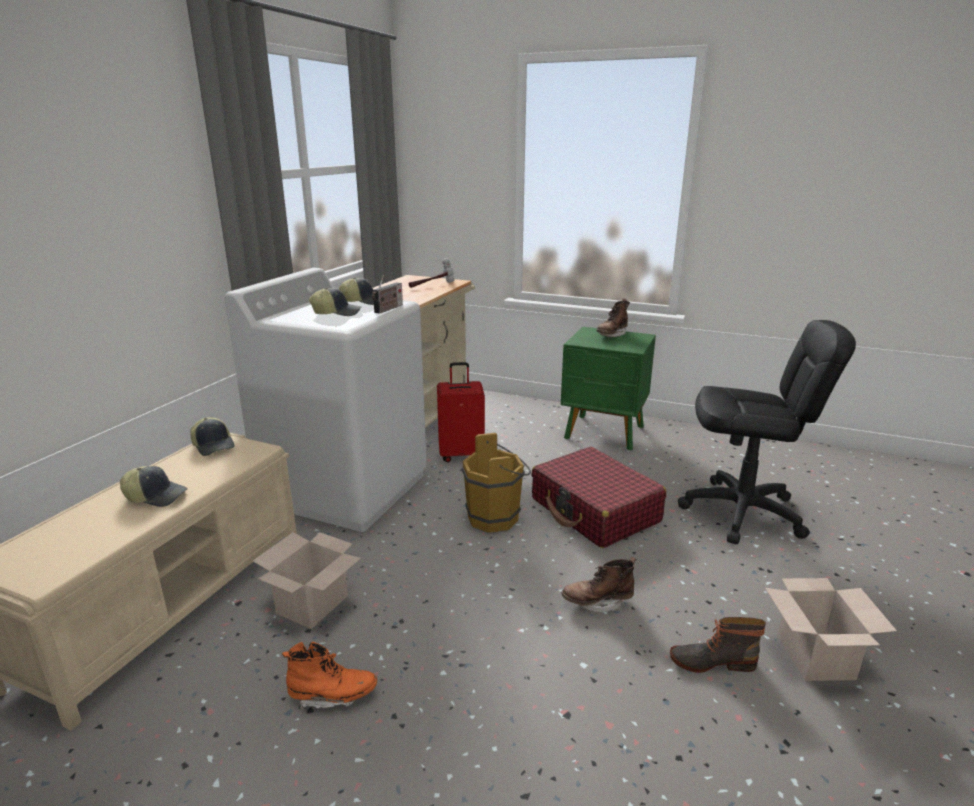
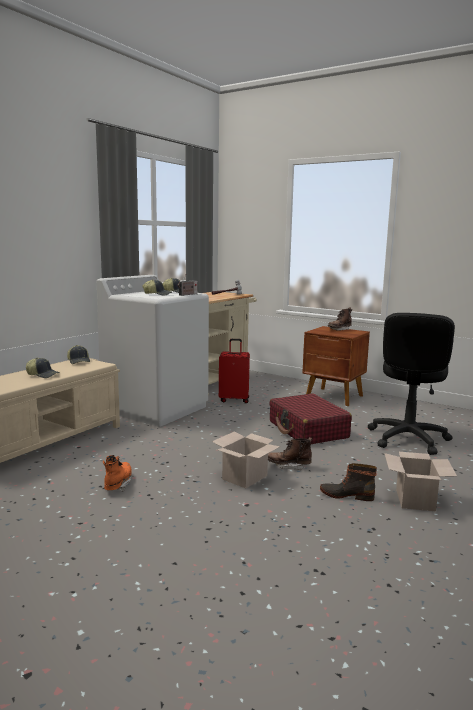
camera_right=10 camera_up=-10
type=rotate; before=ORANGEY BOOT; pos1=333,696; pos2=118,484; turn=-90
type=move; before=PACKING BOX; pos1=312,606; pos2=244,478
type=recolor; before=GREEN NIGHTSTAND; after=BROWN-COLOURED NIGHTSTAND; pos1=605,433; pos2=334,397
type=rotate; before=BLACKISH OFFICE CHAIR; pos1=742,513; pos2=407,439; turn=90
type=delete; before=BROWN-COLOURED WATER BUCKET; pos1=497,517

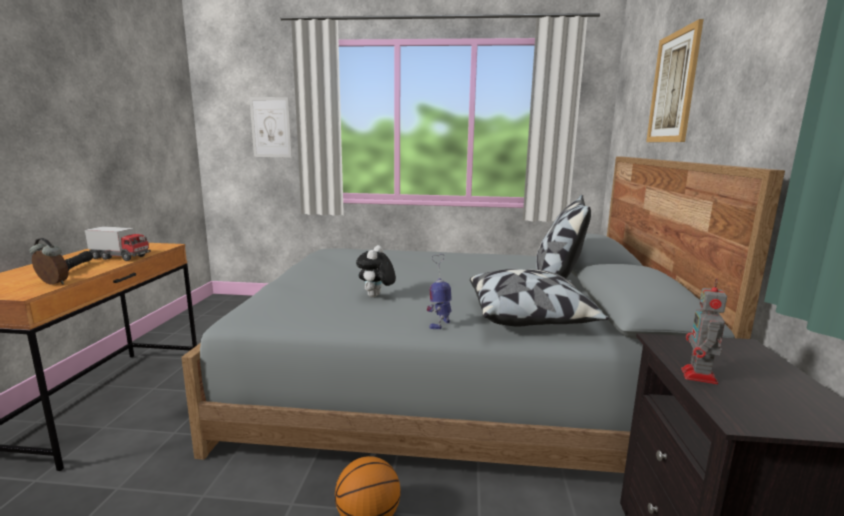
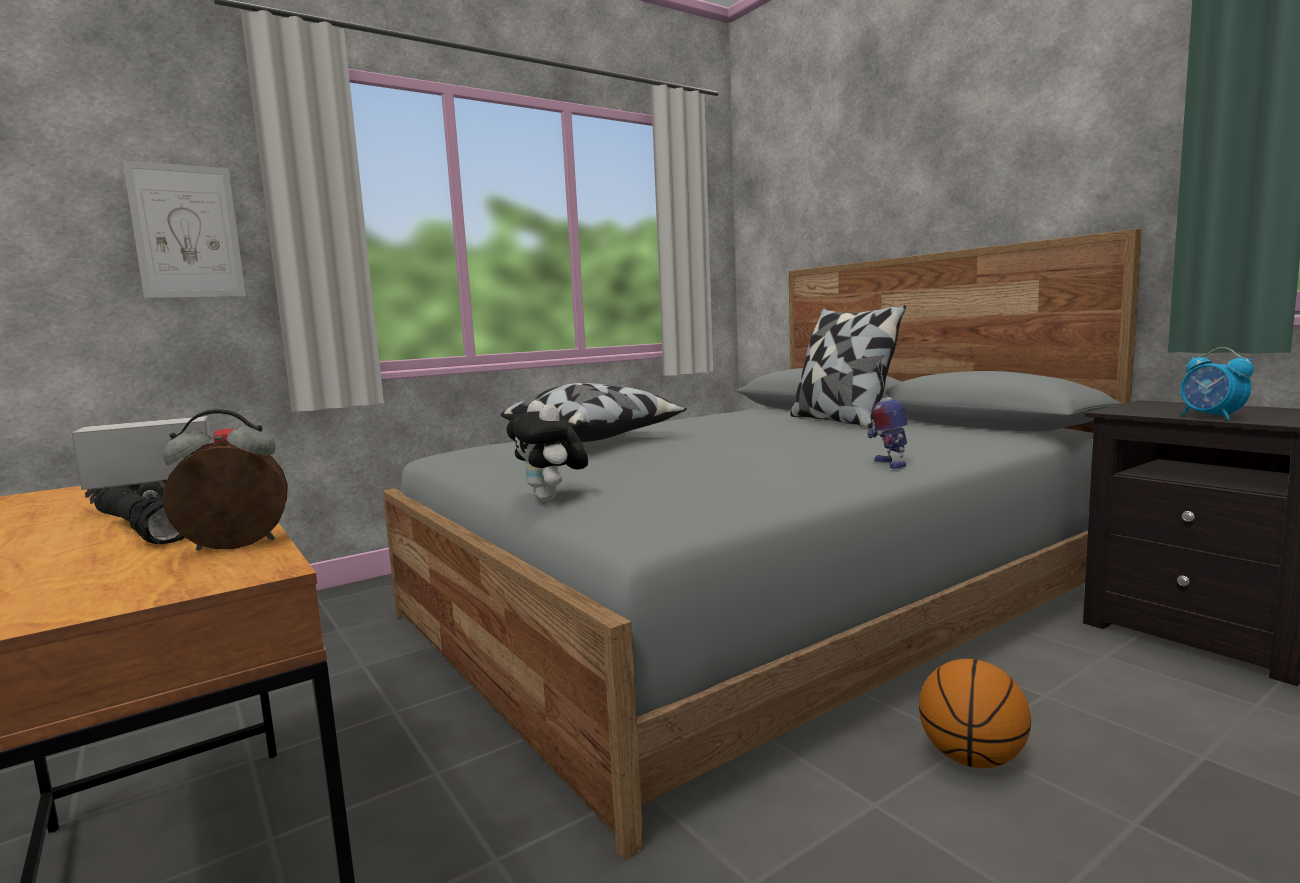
camera_right=-40 camera_up=-5
type=move; before=CUSHION; pos1=530,317; pos2=594,437
type=move; before=CUDDLY TOY; pos1=376,296; pos2=551,499
type=replace; before=MODEL ROBOT; after=BEDSIDE CLOCK; pos1=699,377; pos2=1211,417
type=delete; before=WALL ART; pos1=673,87

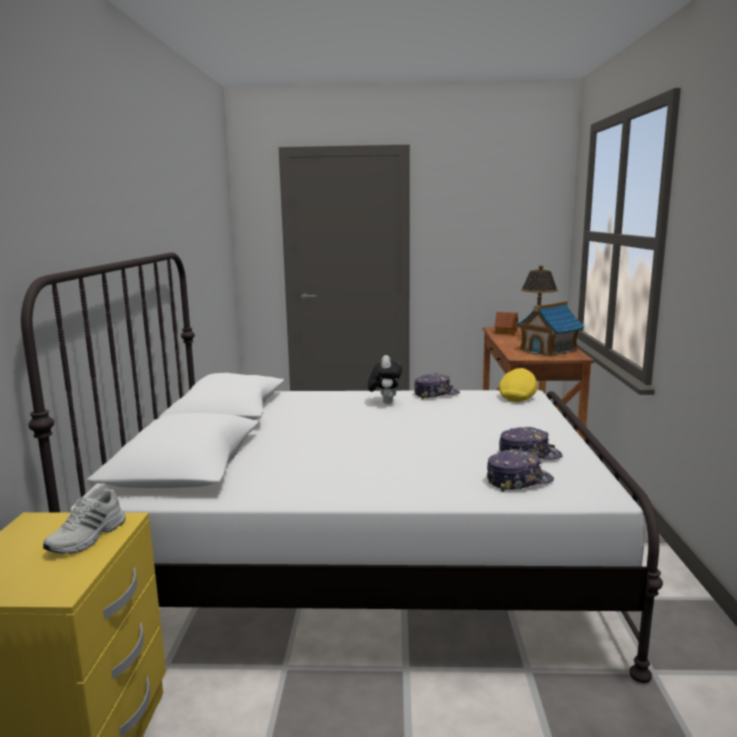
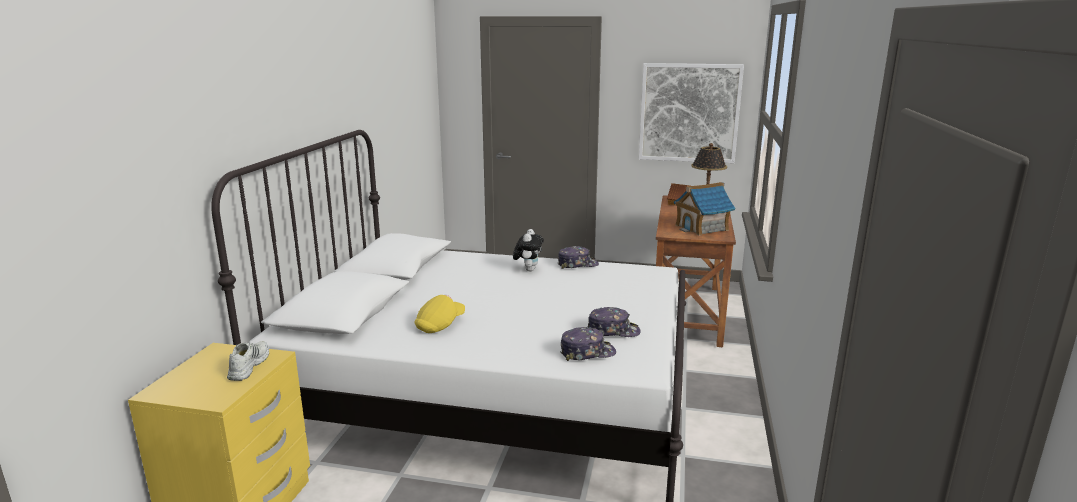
camera_right=10 camera_up=5
type=rotate; before=WHITISH ITEM OF FOOTWEAR; pos1=88,537; pos2=248,366; turn=150
type=move; before=YELLOWISH CAP; pos1=518,396; pos2=440,325
type=insert; after=WALL ART; pos2=689,113

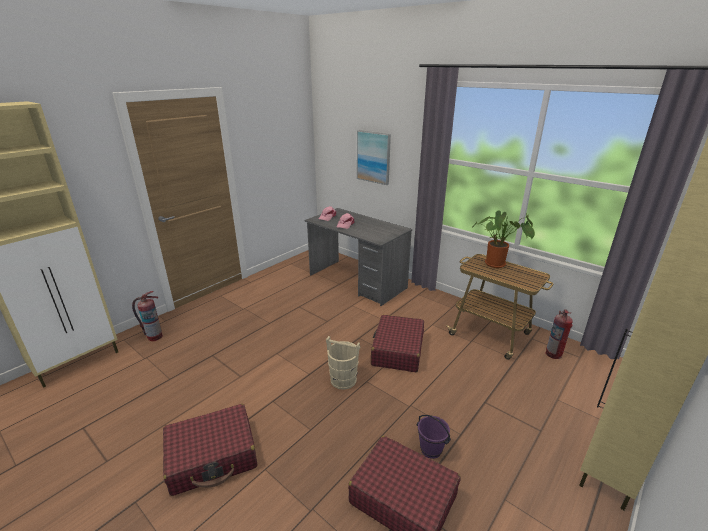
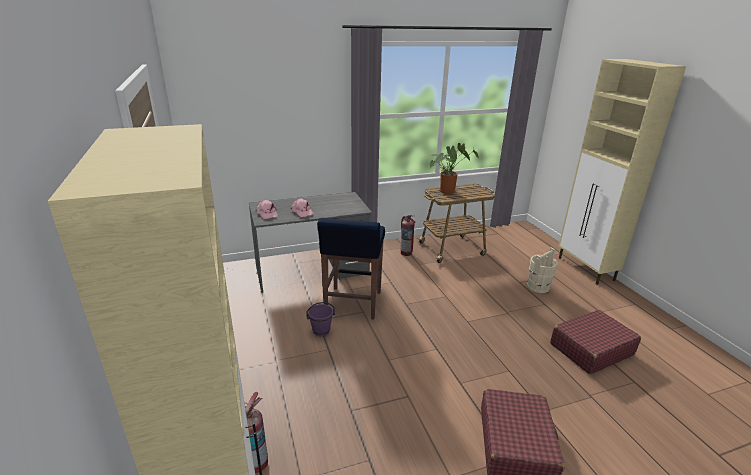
camera_right=-60 camera_up=0
type=move; before=PURPLISH WATER BUCKET; pos1=430,450; pos2=321,331
type=insert; after=BLUISH STOOL; pos2=352,303
type=move; before=FIRE-FIGHTING CYLINDER; pos1=554,354; pos2=406,253
type=move; before=BEIGE WATER BUCKET; pos1=343,380; pos2=538,287
type=delete; before=WALL ART; pos1=373,157
type=delete; before=REDDISH PIECE OF LUGGAGE; pos1=397,350

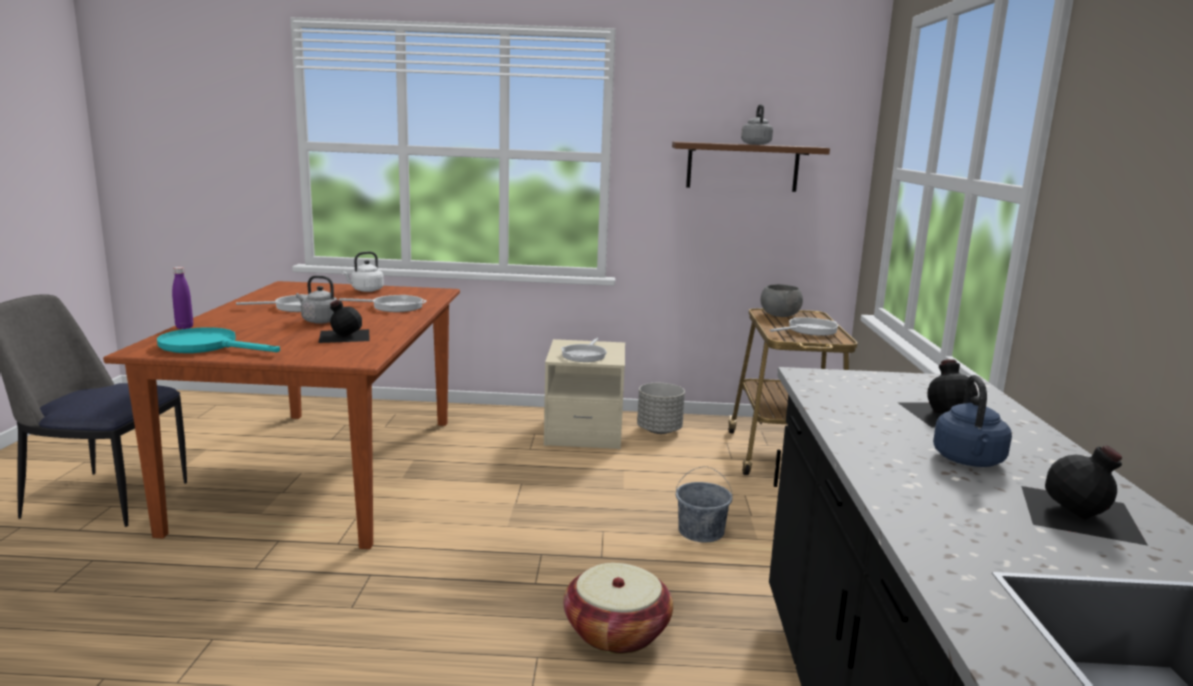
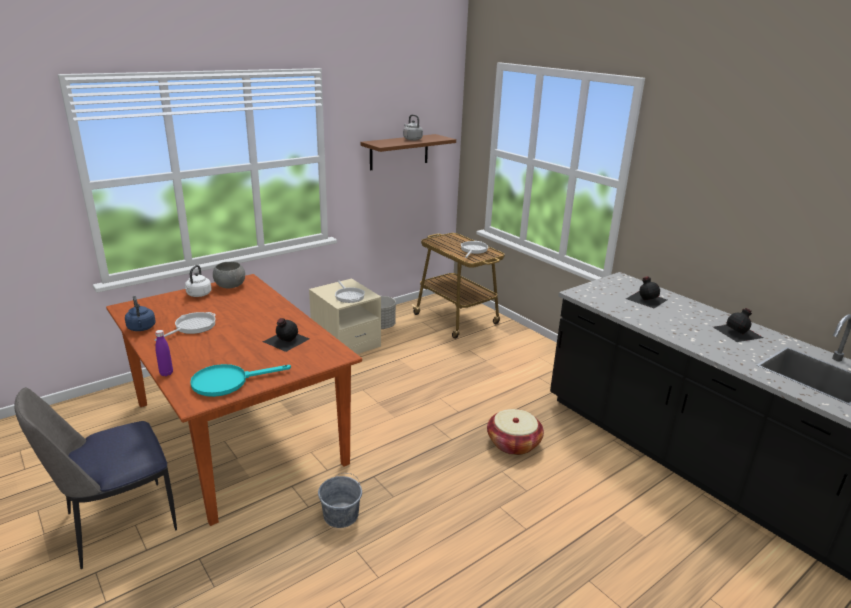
camera_right=-40 camera_up=10
type=move; before=BLUISH KETTLE; pos1=969,461; pos2=141,328
type=move; before=GREYISH BOWL; pos1=780,315; pos2=230,285
type=move; before=GREYISH WATER BUCKET; pos1=701,532; pos2=341,515
type=delete; before=GREYISH KETTLE; pos1=319,321
type=delete; before=PAN; pos1=393,307

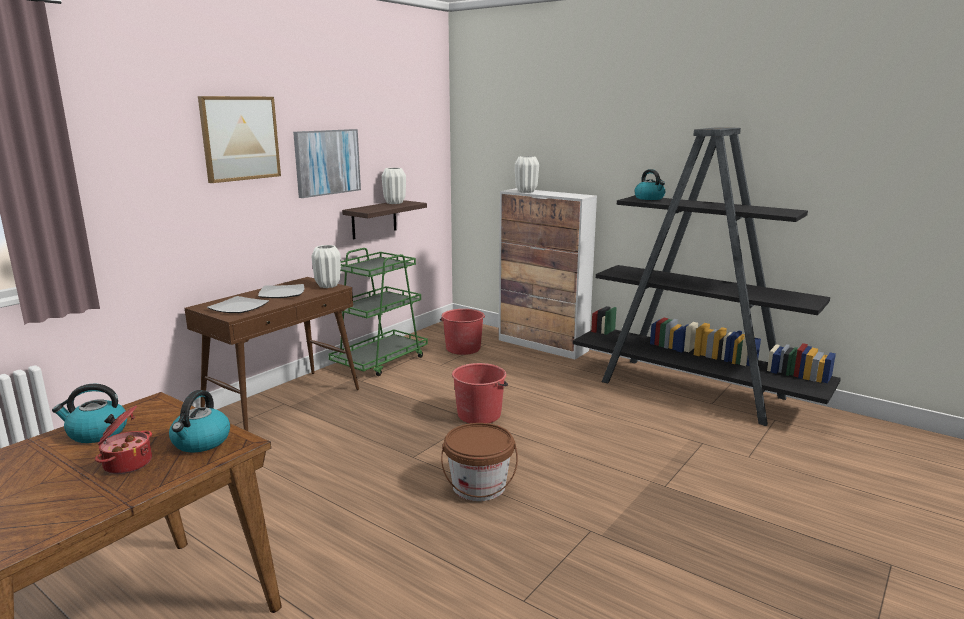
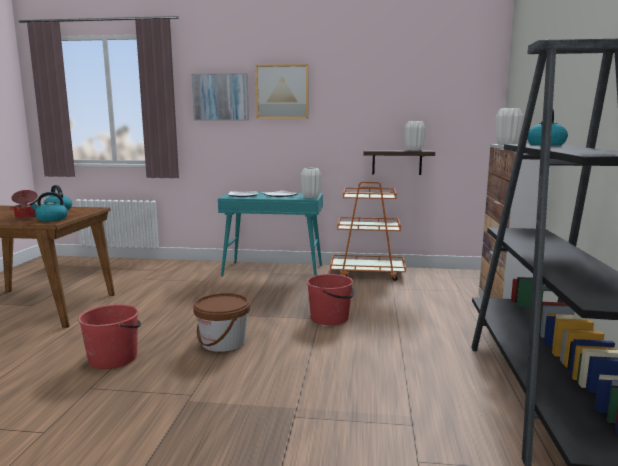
camera_right=60 camera_up=-5
type=move; before=REDDISH WATER BUCKET; pos1=463,348; pos2=114,358
type=move; before=WALL ART; pos1=327,162; pos2=220,97
type=recolor; before=BROWN-COLOURED NARROW TABLE; after=TURQUOISE-COLOURED NARROW TABLE; pos1=283,402; pos2=273,270
type=recolor; before=GREEN CART; after=ORANGEY CART; pos1=380,361; pos2=367,273

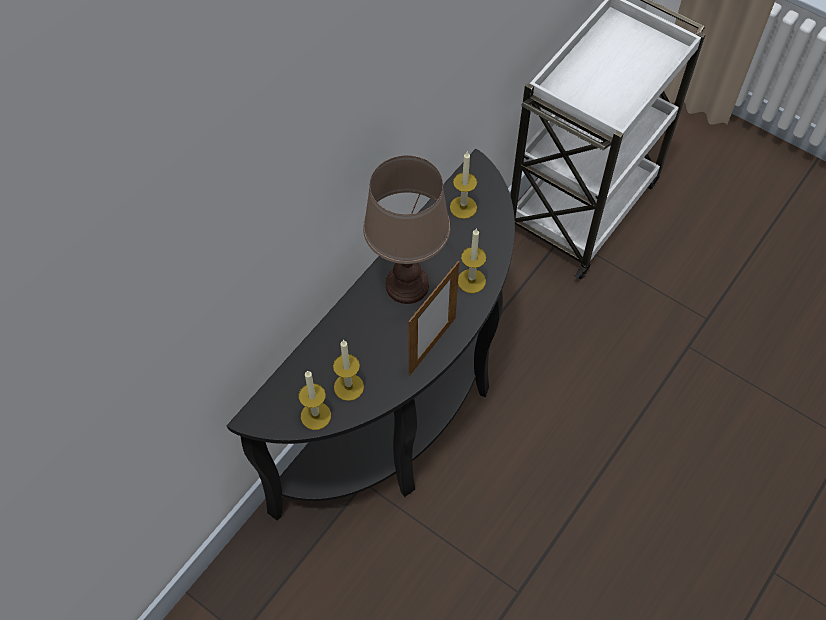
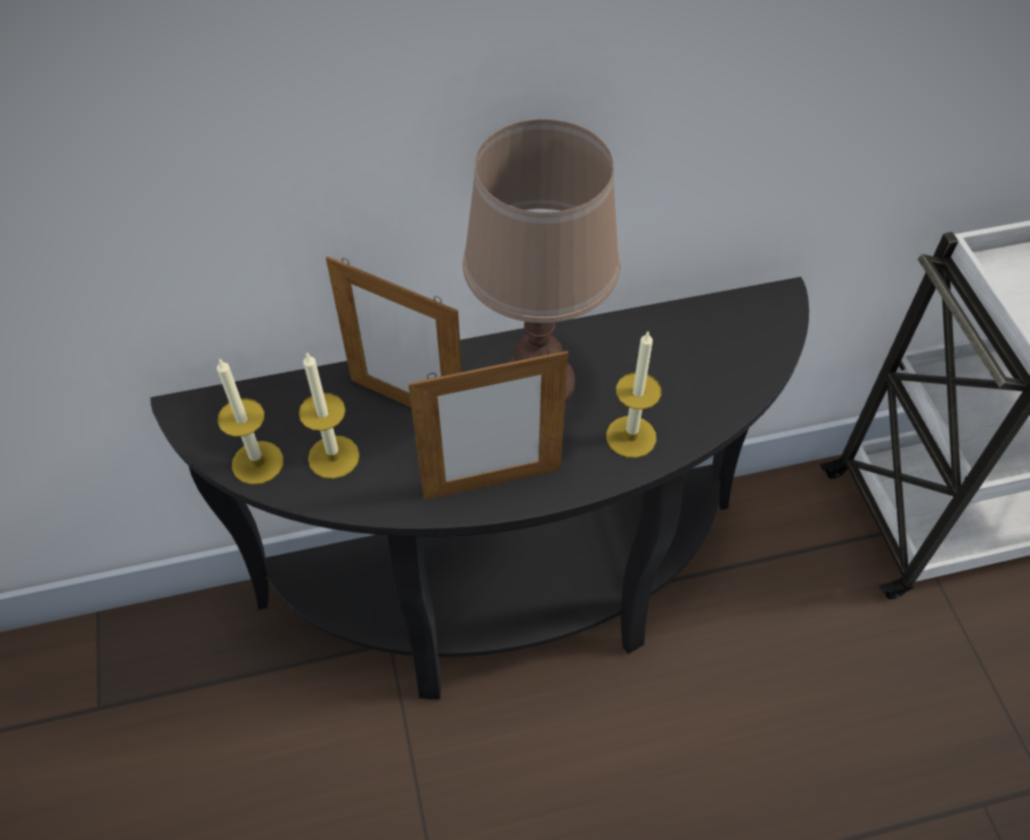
camera_right=40 camera_up=-5
type=insert; after=STANDING FRAME; pos2=407,404
type=delete; before=WAX CANDLE; pos1=463,207

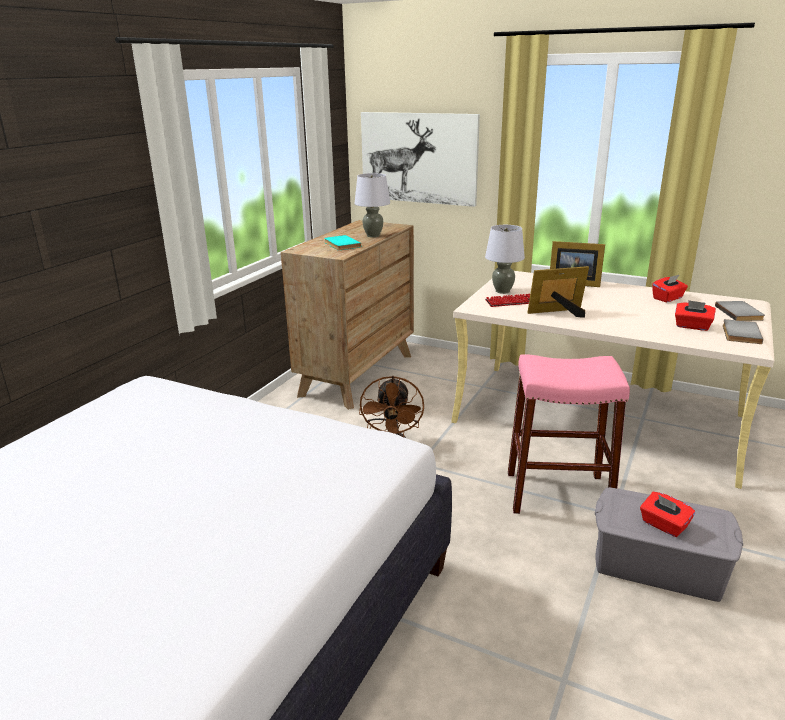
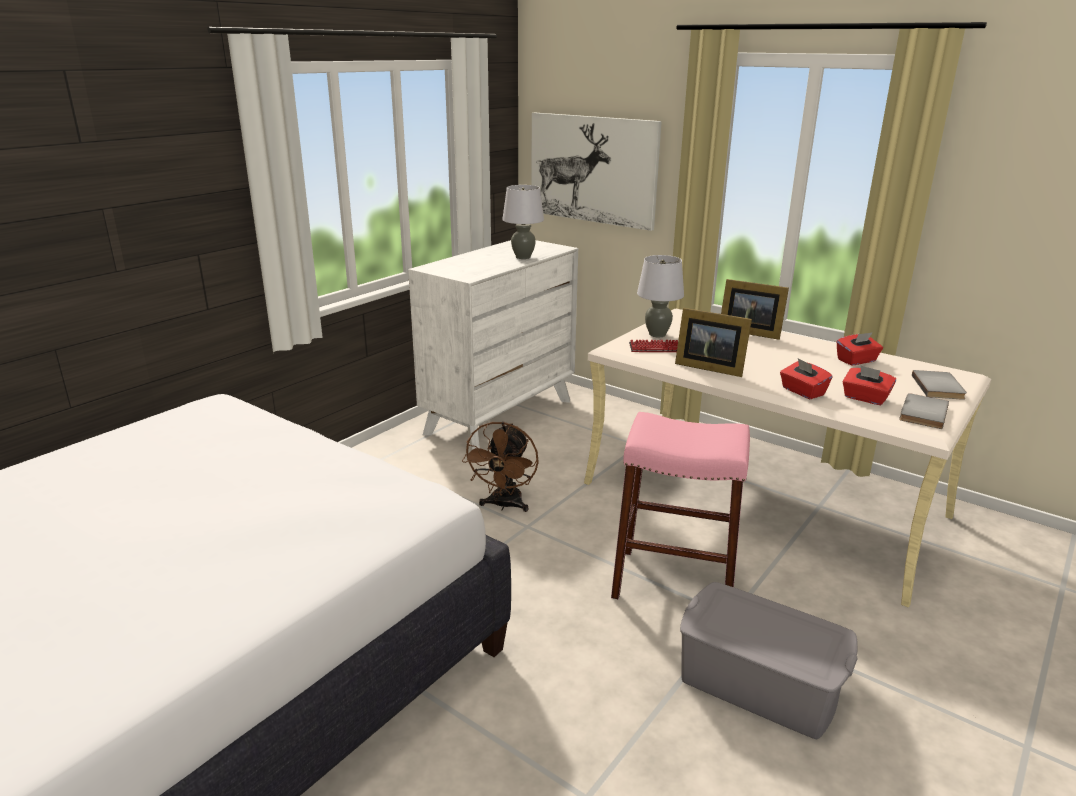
camera_right=10 camera_up=0
type=recolor; before=BROWN-COLOURED DRESSER; after=WHITISH DRESSER; pos1=357,375; pos2=499,416
type=rotate; before=STANDING FRAME; pos1=558,313; pos2=708,367; turn=-150
type=move; before=REDDISH TISSUE BOX; pos1=663,525; pos2=802,392
type=delete; before=TURQUOISE-COLOURED BOUND BOOK; pos1=341,245

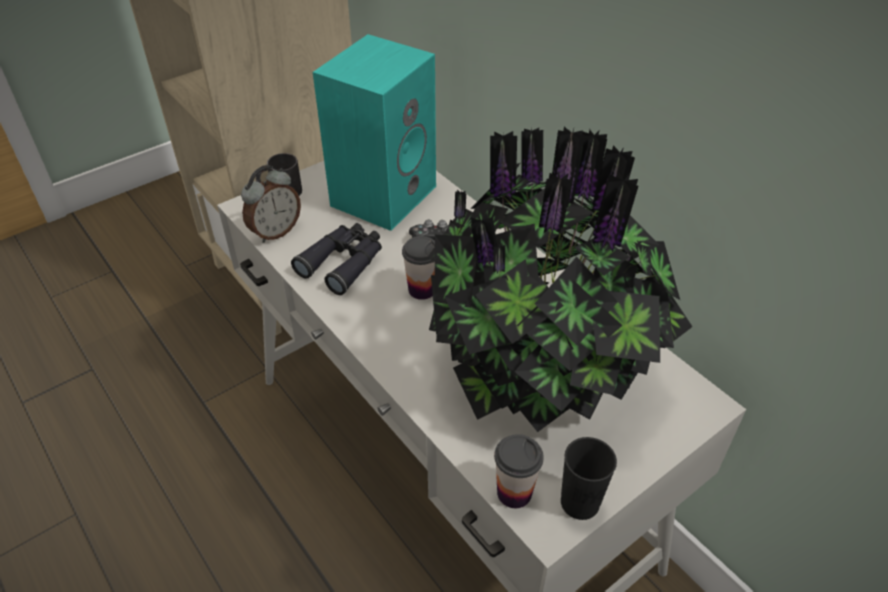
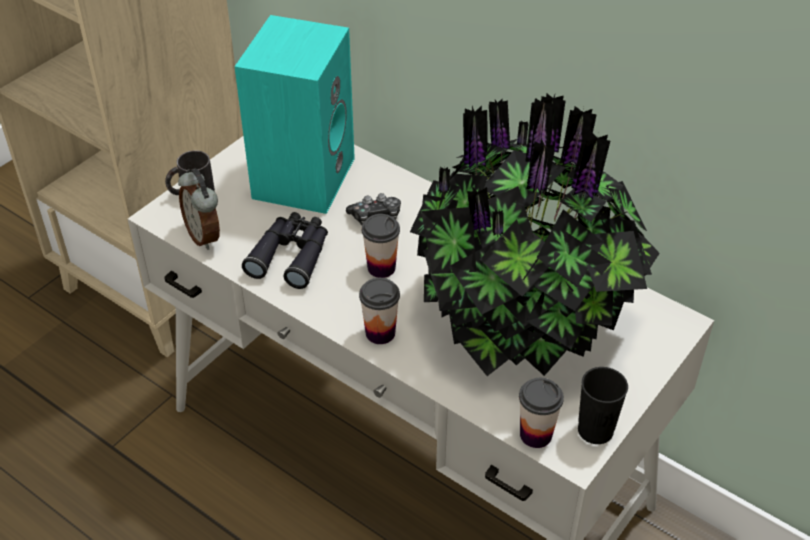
camera_right=-15 camera_up=0
type=rotate; before=BEDSIDE CLOCK; pos1=275,231; pos2=205,236; turn=120
type=insert; after=DRINKING CUP; pos2=380,333

